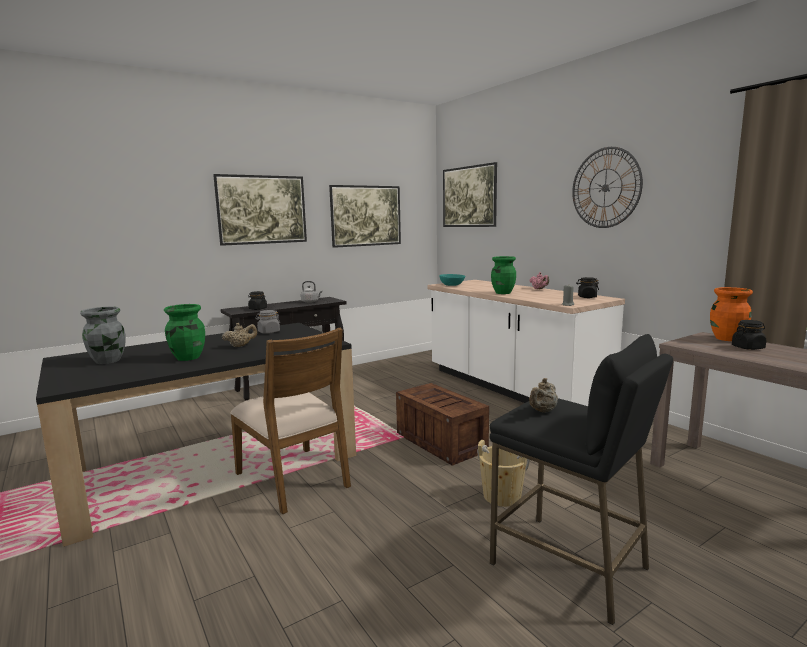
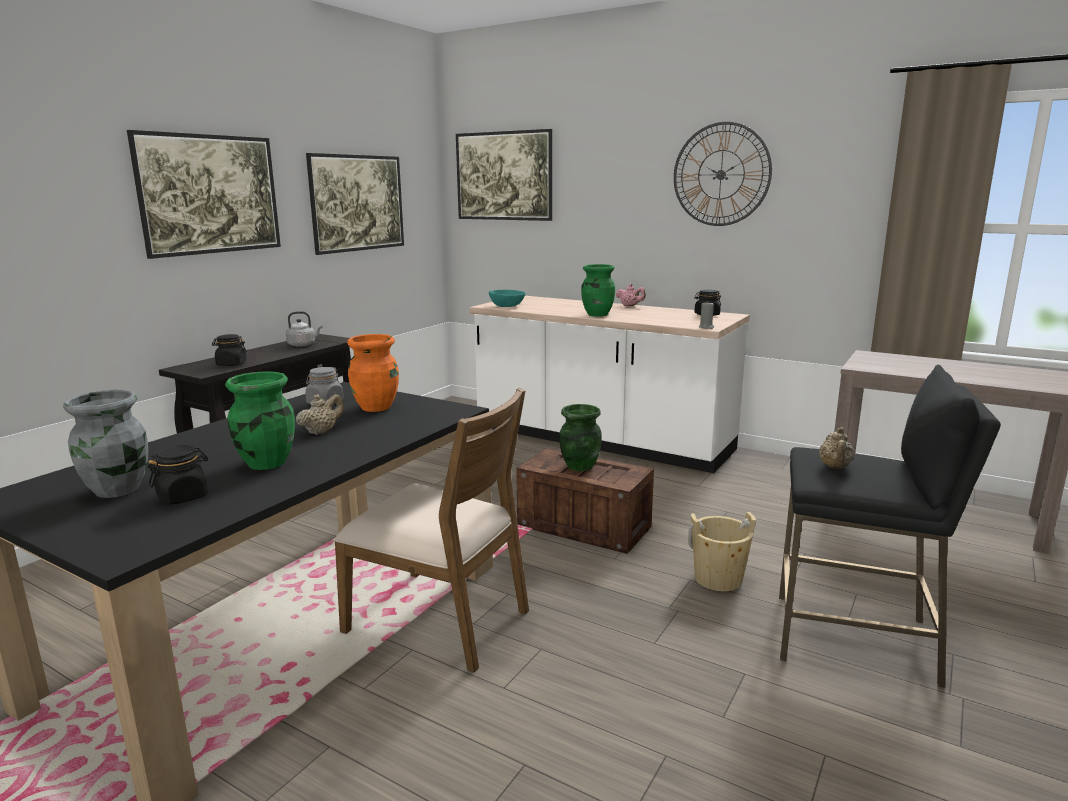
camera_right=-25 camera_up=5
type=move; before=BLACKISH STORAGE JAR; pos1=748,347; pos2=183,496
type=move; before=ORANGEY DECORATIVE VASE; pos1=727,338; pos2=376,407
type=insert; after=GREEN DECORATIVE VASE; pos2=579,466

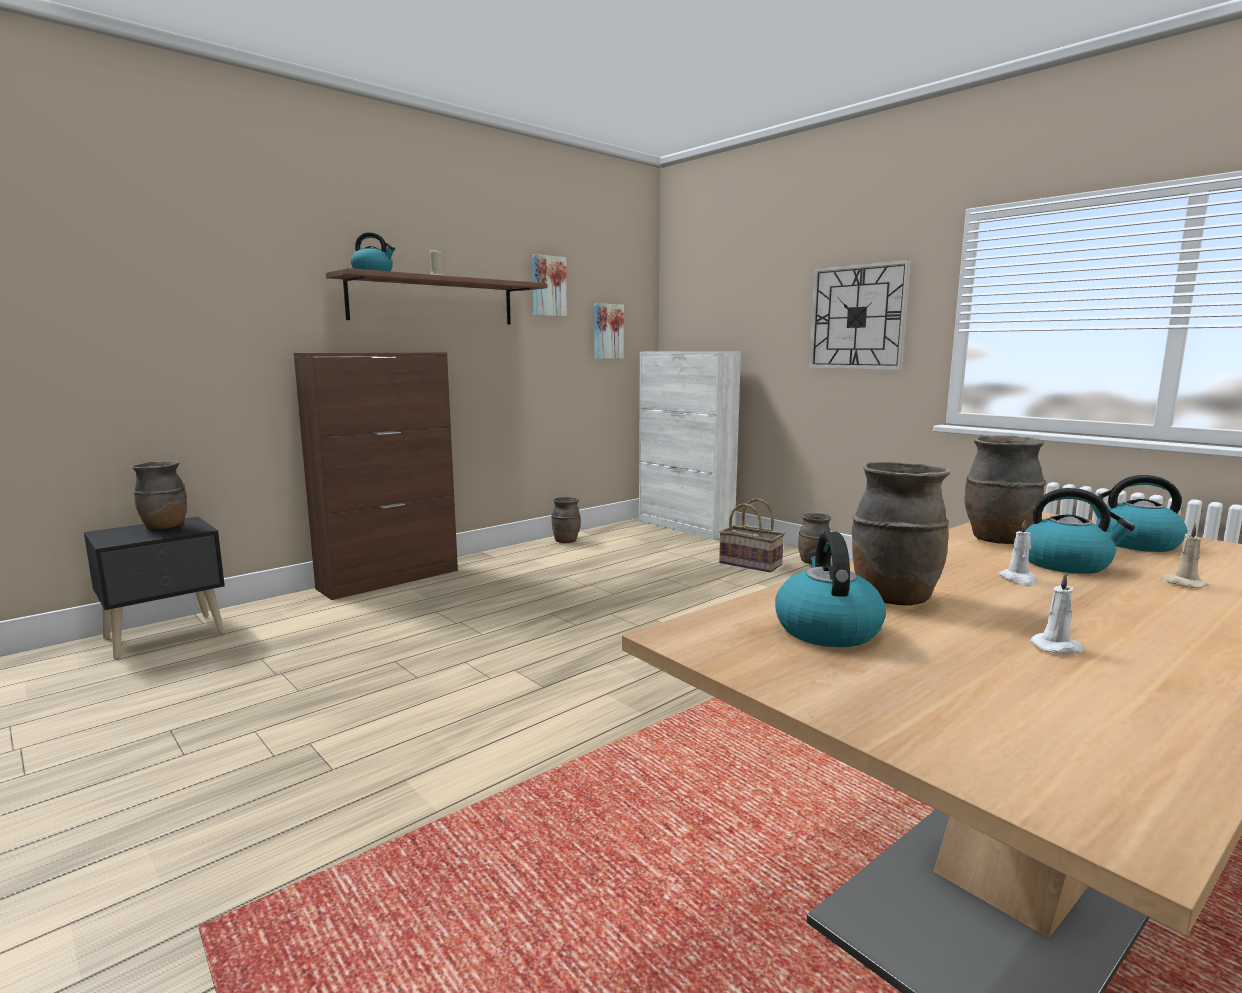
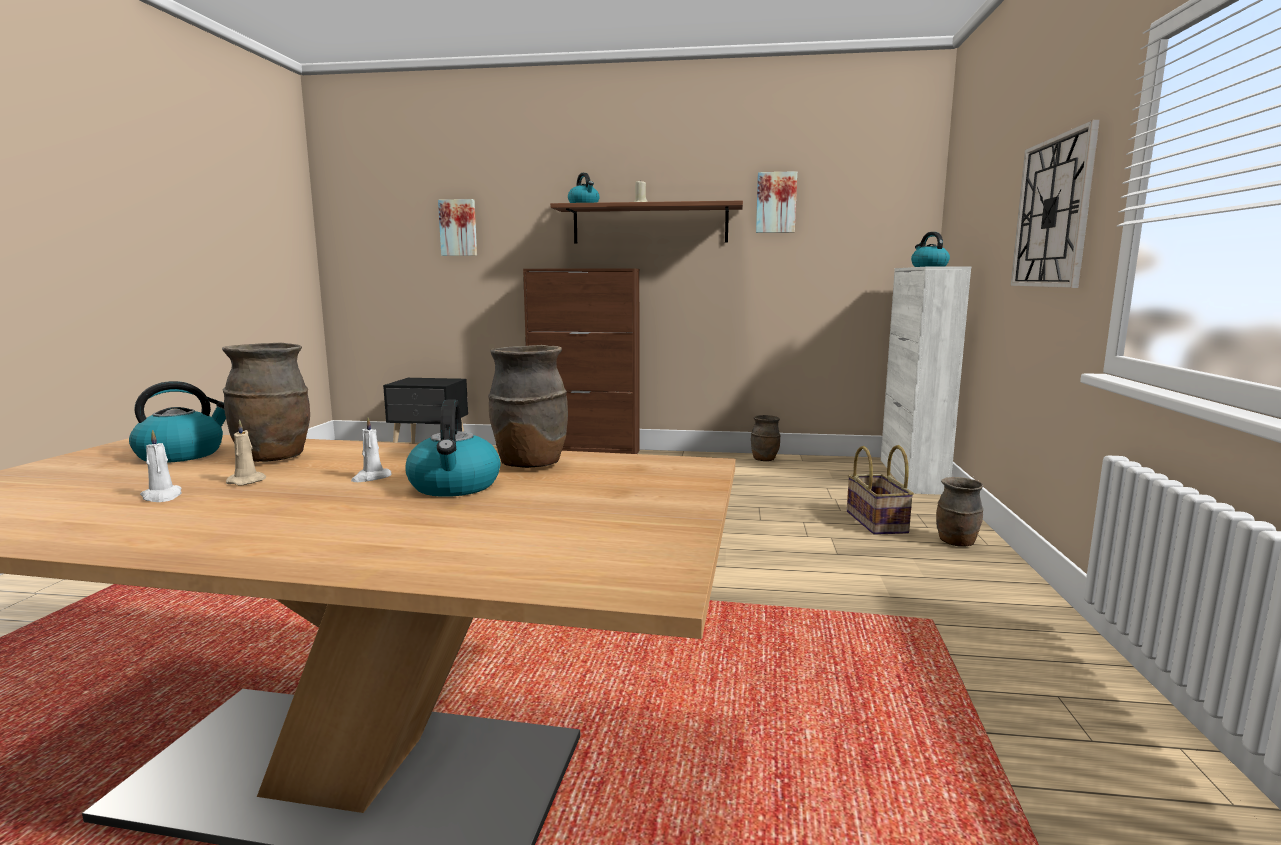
camera_right=50 camera_up=0
type=move; before=BEIGE WAX CANDLE; pos1=1182,583; pos2=248,481
type=move; before=WALL ART; pos1=607,331; pos2=458,228
type=move; before=KETTLE; pos1=1135,544; pos2=928,267
type=delete; before=BROWN-COLOURED DECORATIVE VASE; pos1=164,528

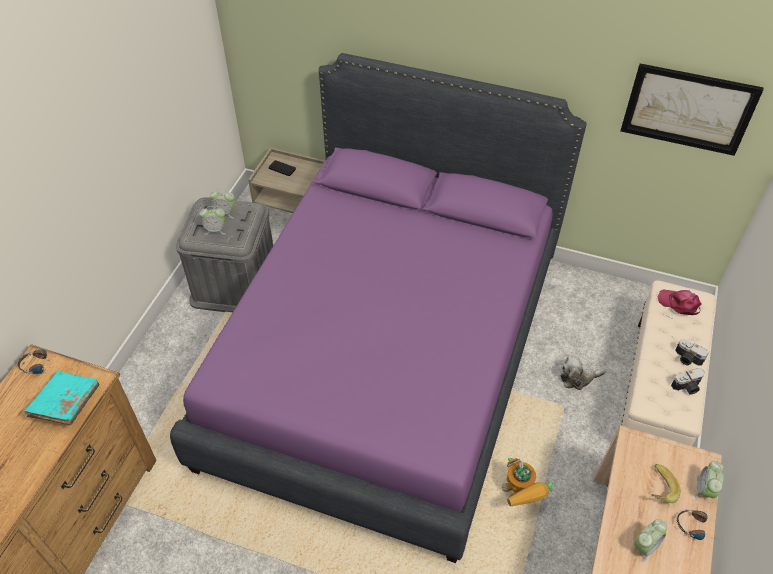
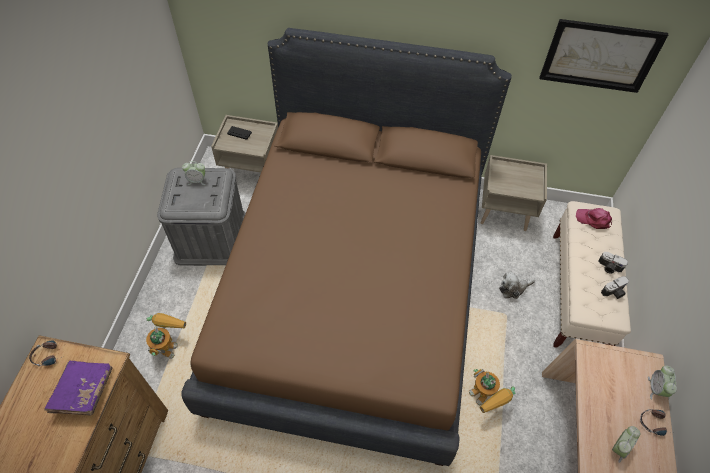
camera_right=-10 camera_up=5
type=recolor; before=TURQUOISE-COLOURED BOUND BOOK; after=PURPLISH BOUND BOOK; pos1=66,404; pos2=83,391
type=insert; after=MODEL ROBOT; pos2=169,343
type=recolor; before=PURPLISH BEDROOM BED; after=BROWN-COLOURED BEDROOM BED; pos1=387,358; pos2=353,290
type=insert; after=BEIGE NIGHTSTAND; pos2=504,212
type=delete; before=BEDSIDE CLOCK; pos1=215,230
type=delete; before=BANANA; pos1=657,489

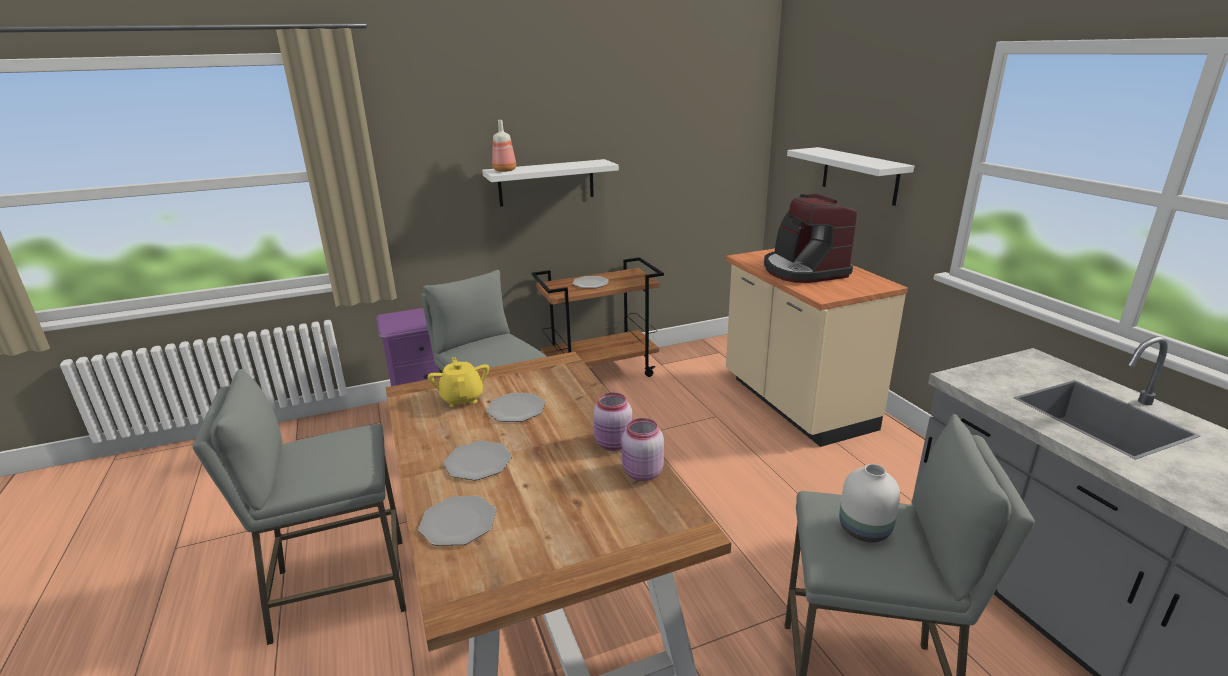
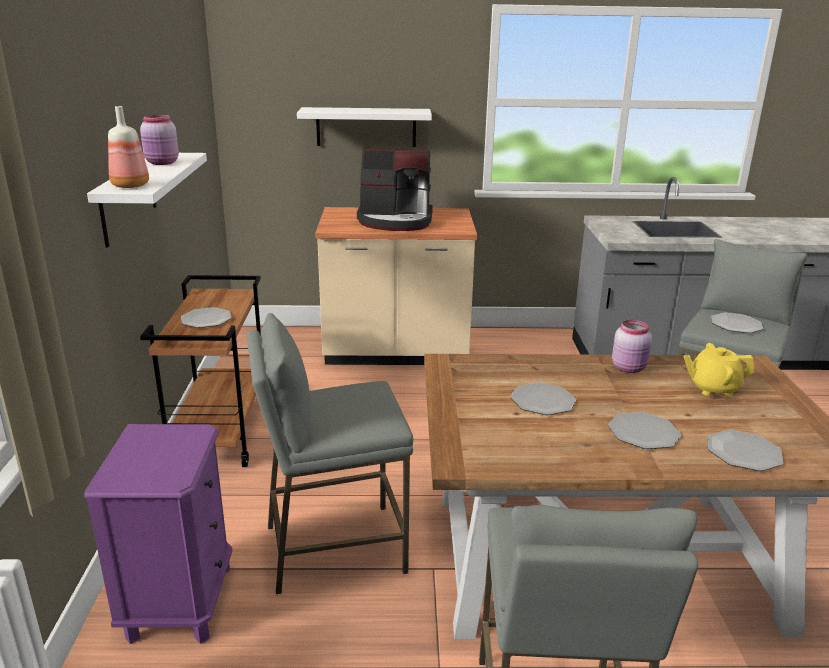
camera_right=-70 camera_up=0
type=move; before=PINK STORAGE JAR; pos1=642,473; pos2=162,163
type=move; before=YELLOWISH TEA POT; pos1=462,398; pos2=713,388
type=replace; before=WHITISH DECORATIVE VASE; after=DINNER PLATE; pos1=863,530; pos2=736,324

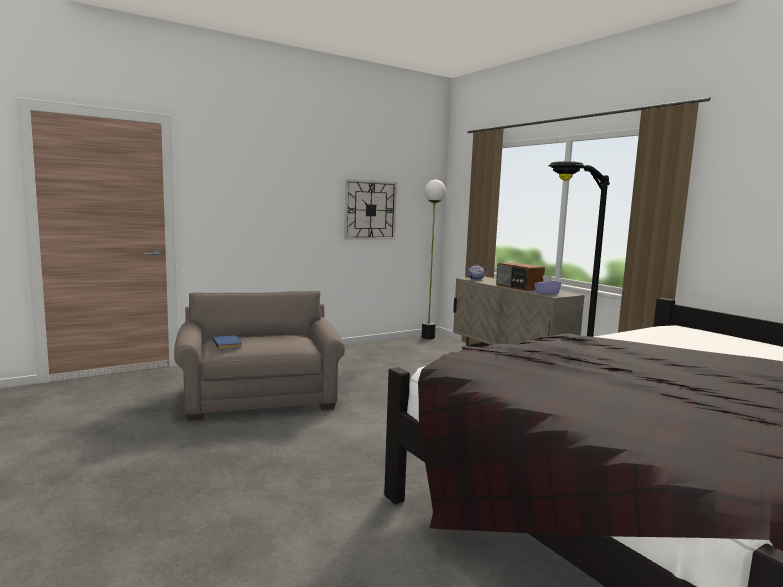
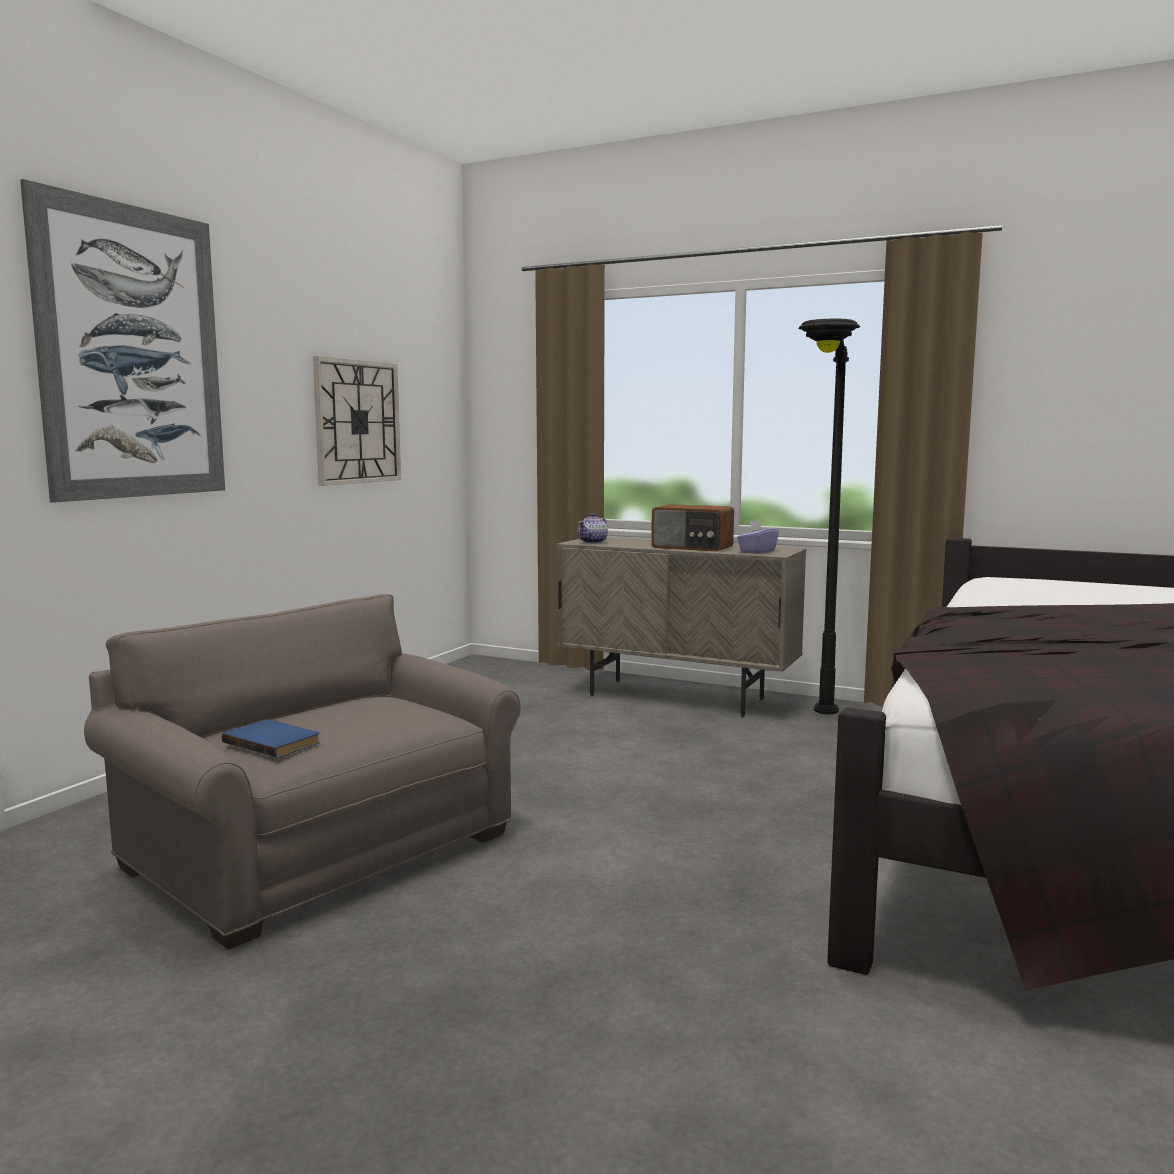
camera_right=-30 camera_up=0
type=insert; after=WALL ART; pos2=133,353
type=delete; before=STANDING LAMP; pos1=428,337

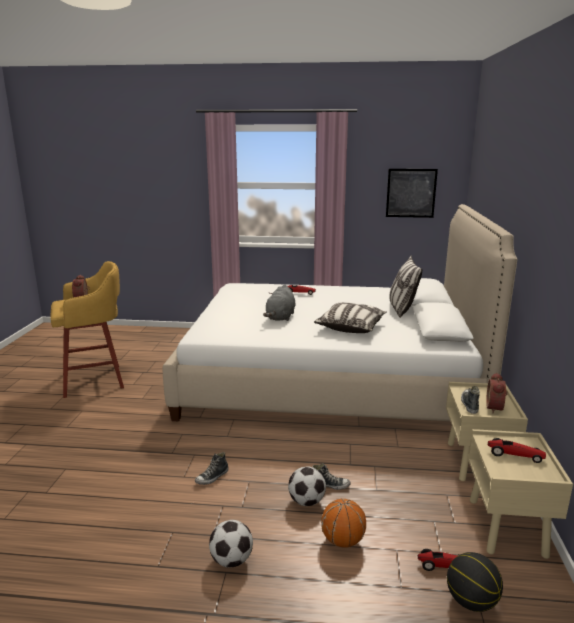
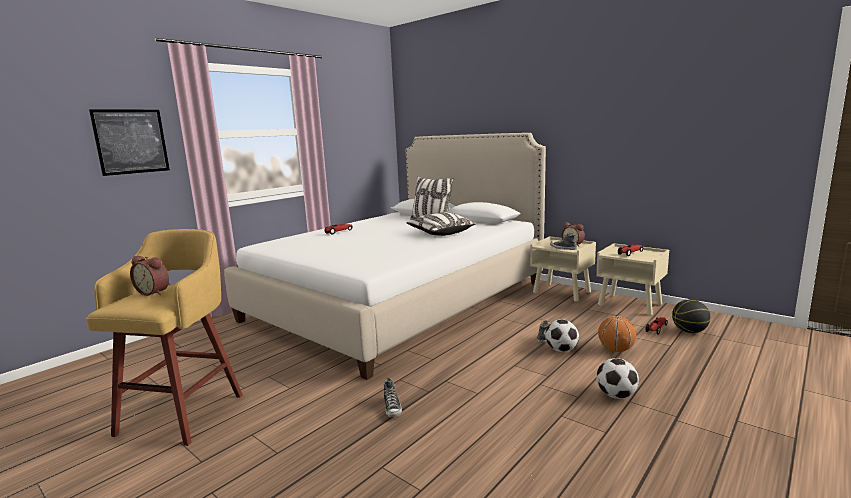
camera_right=-55 camera_up=-5
type=move; before=WALL ART; pos1=411,193; pos2=131,141
type=move; before=ITEM OF FOOTWEAR; pos1=212,477; pos2=392,408
type=delete; before=GREYISH CUDDLY TOY; pos1=280,317

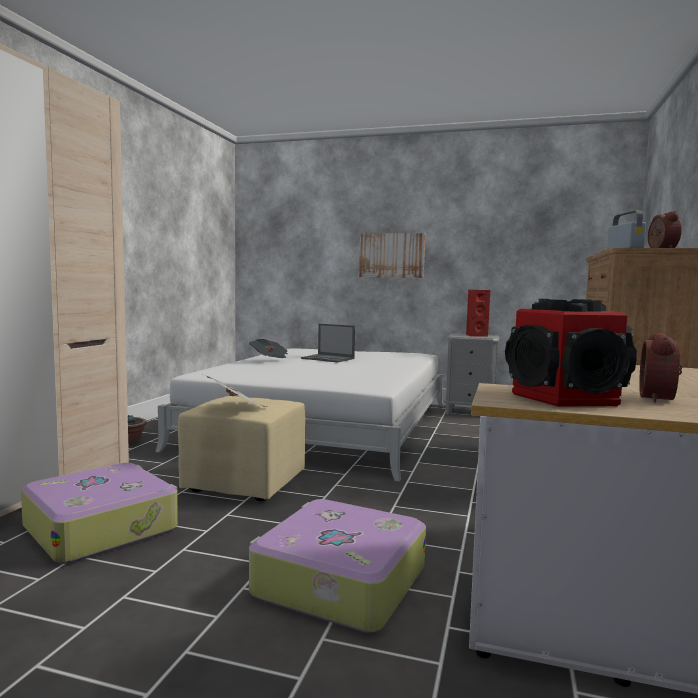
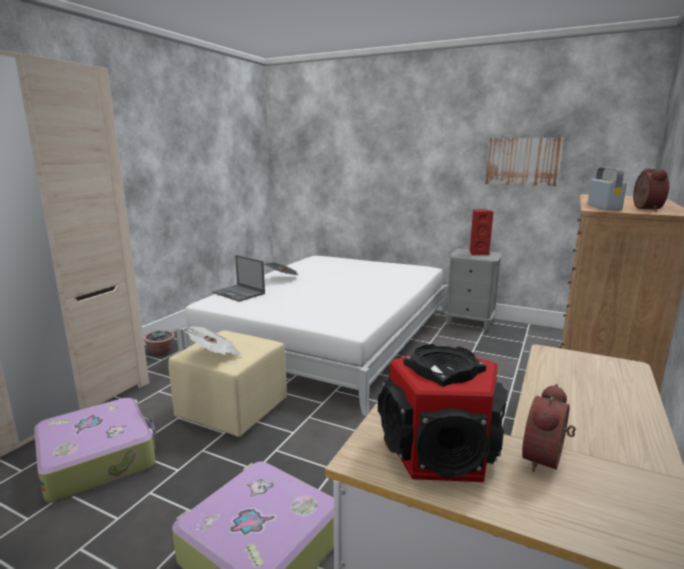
camera_right=10 camera_up=10
type=move; before=NOTEBOOK COMPUTER; pos1=328,358; pos2=239,293
type=move; before=WALL ART; pos1=391,255; pos2=523,161

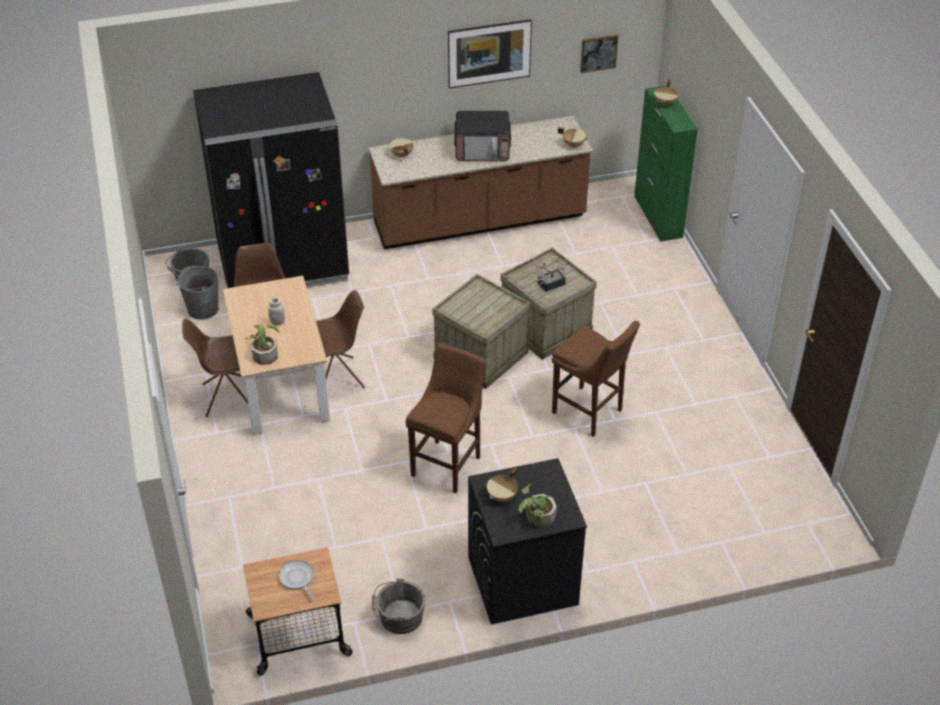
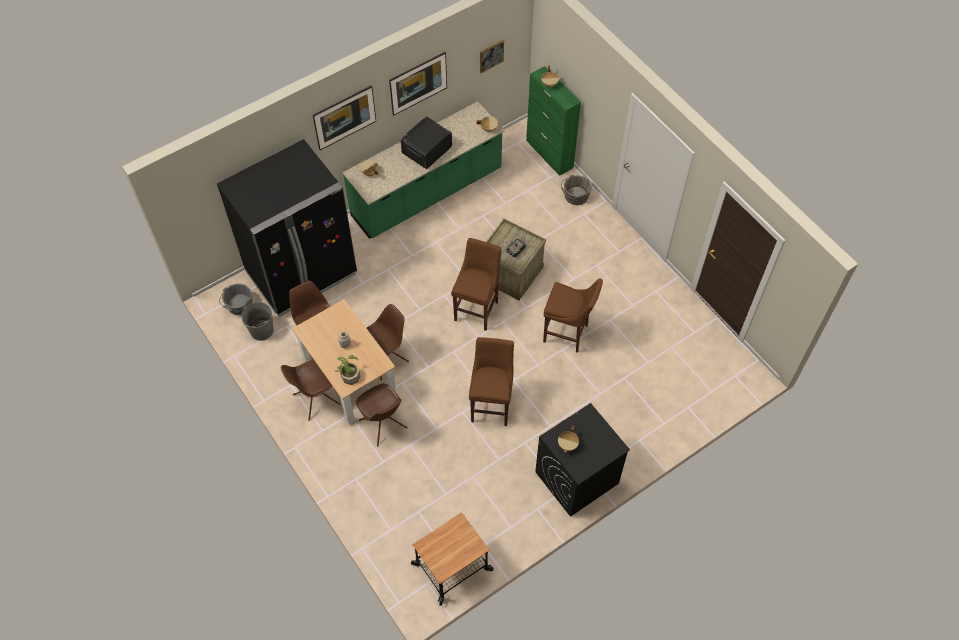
camera_right=-20 camera_up=15
type=insert; after=WALL ART; pos2=346,126
type=recolor; before=BROWN-COLOURED KITCHEN COUNTER; after=GREEN KITCHEN COUNTER; pos1=480,221; pos2=427,194
type=insert; after=BROWN-COLOURED UPRIGHT CHAIR; pos2=383,425
type=rotate; before=MICROWAVE; pos1=483,149; pos2=426,151; turn=150
type=replace; before=SHIPPING CRATE; after=BROWN-COLOURED STOOL; pos1=482,355; pos2=477,309
type=move; before=GREYISH WATER BUCKET; pos1=398,616; pos2=575,196
type=delete; before=PAN; pos1=297,579
type=delete; before=HOUSEPLANT; pos1=536,518

